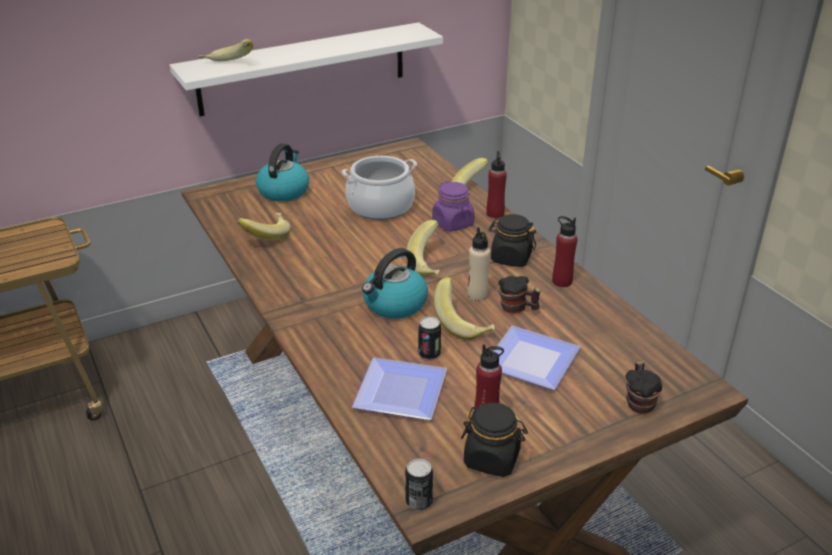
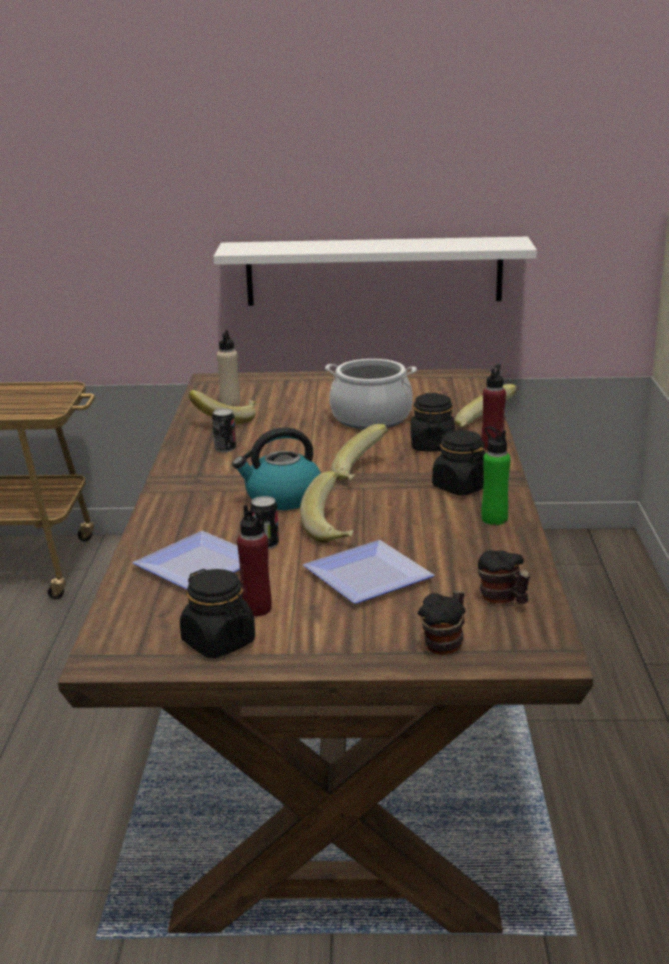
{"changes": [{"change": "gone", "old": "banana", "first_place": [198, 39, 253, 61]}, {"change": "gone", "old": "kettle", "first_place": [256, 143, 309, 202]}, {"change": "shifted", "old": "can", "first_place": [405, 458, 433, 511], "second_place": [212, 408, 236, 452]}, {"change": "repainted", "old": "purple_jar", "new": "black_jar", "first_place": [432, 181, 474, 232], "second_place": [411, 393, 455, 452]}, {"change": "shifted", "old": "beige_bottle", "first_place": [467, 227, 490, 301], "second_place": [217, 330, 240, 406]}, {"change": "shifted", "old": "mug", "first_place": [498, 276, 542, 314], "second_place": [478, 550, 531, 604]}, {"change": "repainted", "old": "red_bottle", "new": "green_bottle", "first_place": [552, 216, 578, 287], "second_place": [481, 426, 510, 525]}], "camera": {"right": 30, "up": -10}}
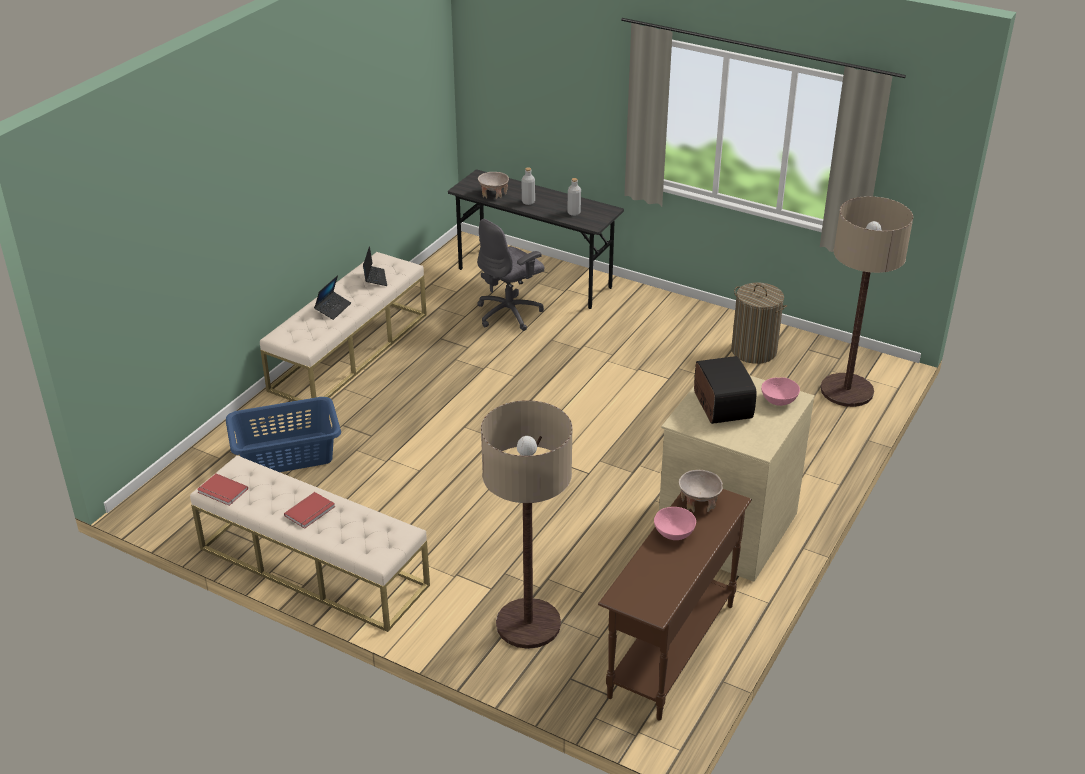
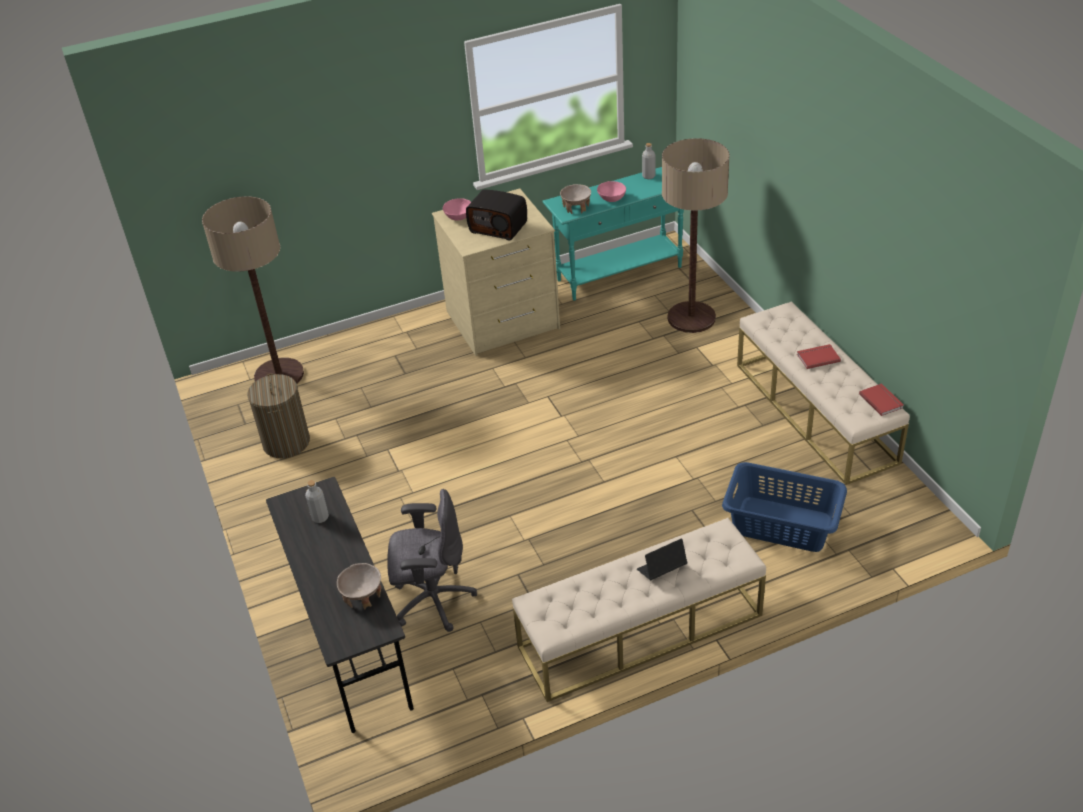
{"changes": [{"change": "gone", "old": "laptop", "first_place": [363, 246, 387, 286]}, {"change": "shifted", "old": "grey_bottle", "first_place": [522, 167, 535, 205], "second_place": [642, 143, 655, 179]}, {"change": "repainted", "old": "brown_console_table", "new": "turquoise_console_table", "first_place": [598, 489, 752, 720], "second_place": [542, 167, 684, 300]}, {"change": "rotated", "old": "radio", "first_place": [694, 356, 757, 424], "second_place": [466, 189, 527, 241], "degrees": -90}], "camera": {"right": -140, "up": 5}}
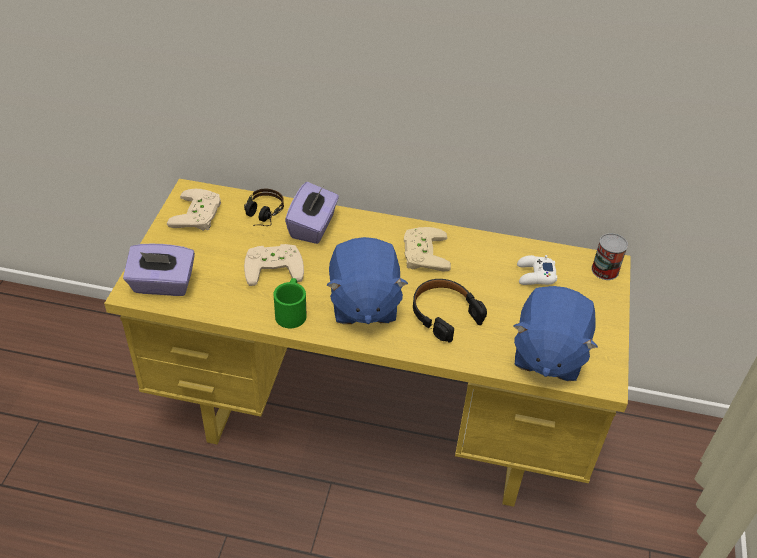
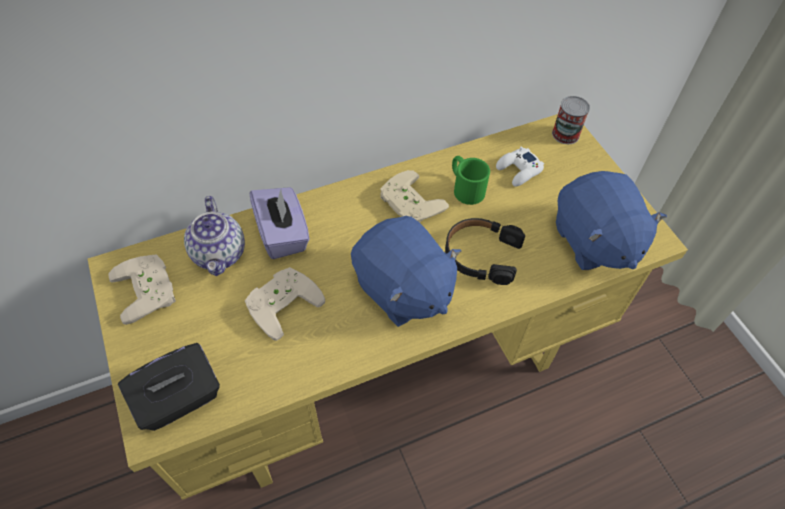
{"changes": [{"change": "repainted", "old": "purple_tissue_box", "new": "black_tissue_box", "first_place": [123, 244, 195, 296], "second_place": [118, 343, 220, 431]}, {"change": "swapped", "old": "headphones", "new": "teapot", "first_place": [244, 189, 284, 226], "second_place": [184, 196, 245, 276]}, {"change": "shifted", "old": "green_mug", "first_place": [273, 278, 307, 328], "second_place": [452, 156, 490, 205]}], "camera": {"right": -35, "up": 10}}
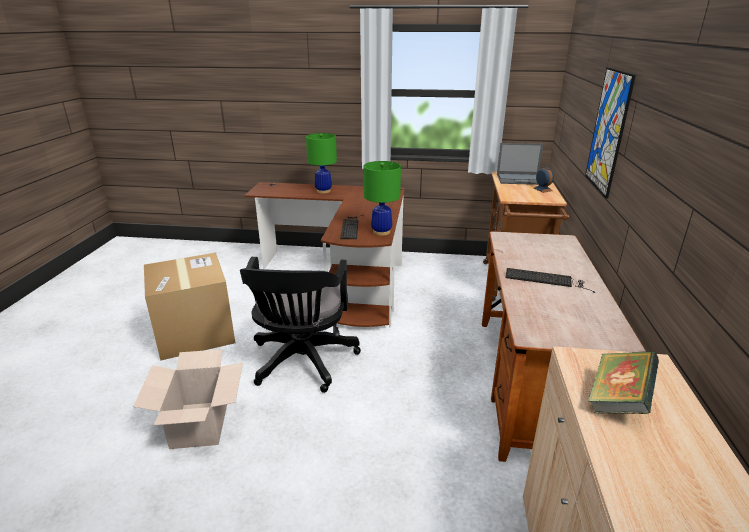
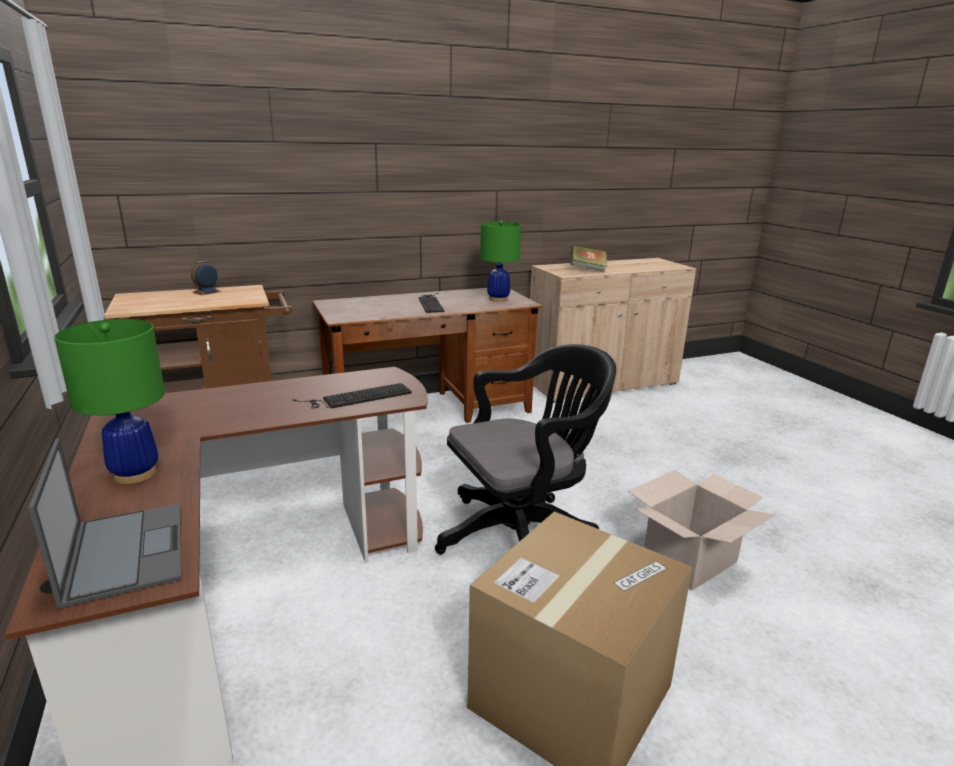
{"changes": [{"change": "shifted", "old": "green_table_lamp", "first_place": [363, 161, 401, 236], "second_place": [480, 221, 521, 302]}, {"change": "shifted", "old": "laptop", "first_place": [497, 143, 543, 185], "second_place": [28, 438, 182, 609]}, {"change": "gone", "old": "picture", "first_place": [585, 67, 636, 199]}], "camera": {"right": -120, "up": -5}}
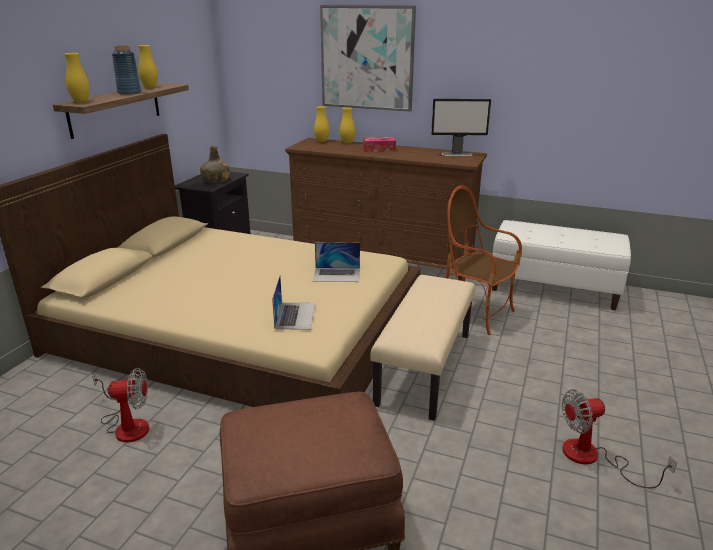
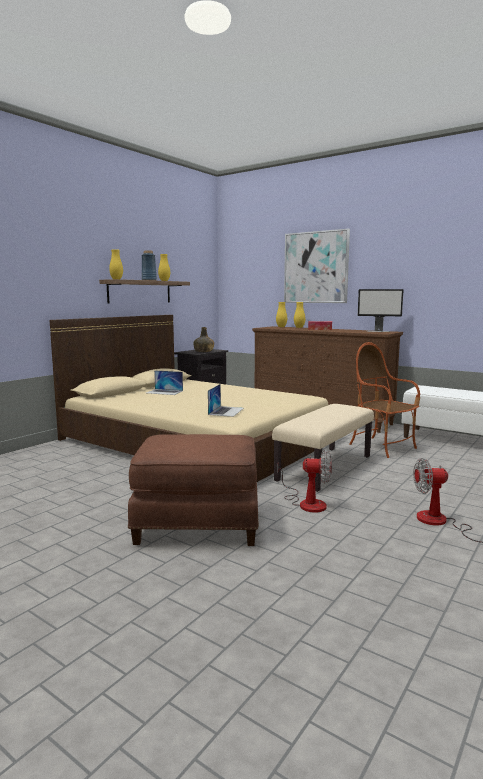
{"changes": [{"change": "shifted", "old": "fan", "first_place": [92, 368, 149, 443], "second_place": [277, 450, 332, 512]}, {"change": "shifted", "old": "laptop", "first_place": [313, 242, 360, 282], "second_place": [147, 370, 183, 395]}], "camera": {"right": 15, "up": -15}}
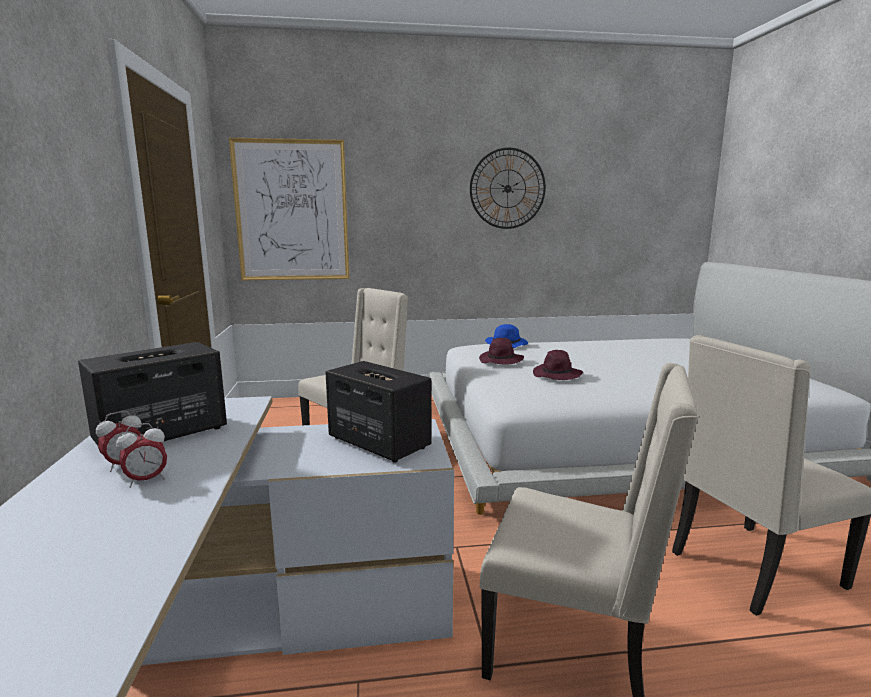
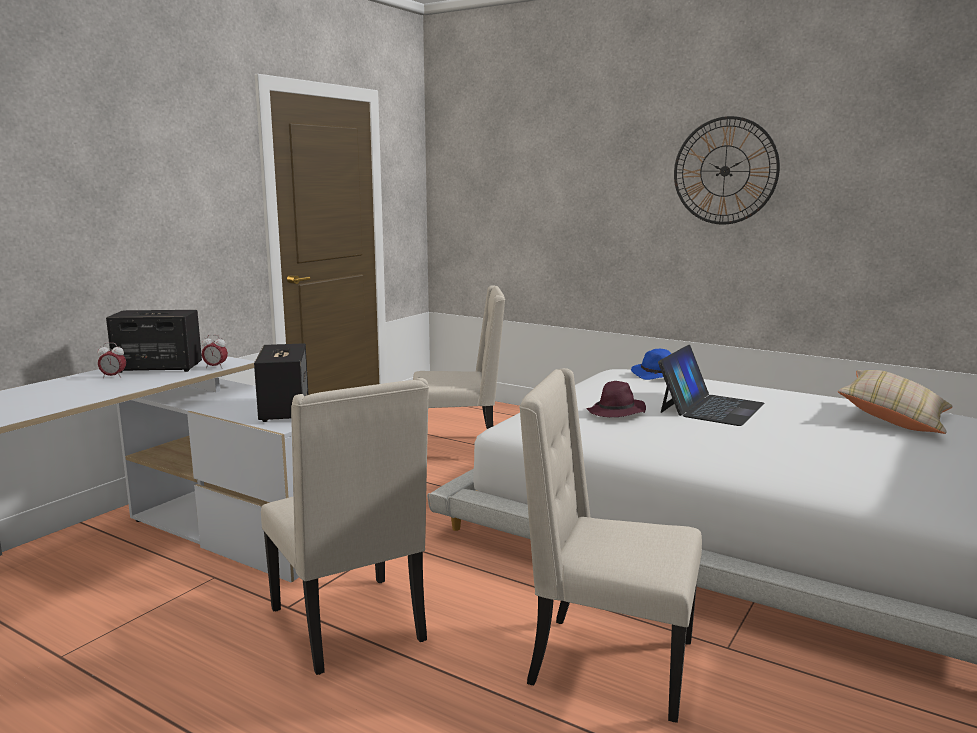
{"changes": [{"change": "shifted", "old": "alarm_clock", "first_place": [116, 423, 167, 488], "second_place": [202, 335, 228, 368]}, {"change": "gone", "old": "picture", "first_place": [229, 138, 350, 280]}, {"change": "gone", "old": "purple_hat", "first_place": [479, 338, 524, 364]}, {"change": "new", "new": "laptop", "second_place": [658, 345, 765, 426]}, {"change": "new", "new": "beige_pillow", "second_place": [838, 370, 953, 434]}], "camera": {"right": 40, "up": 0}}
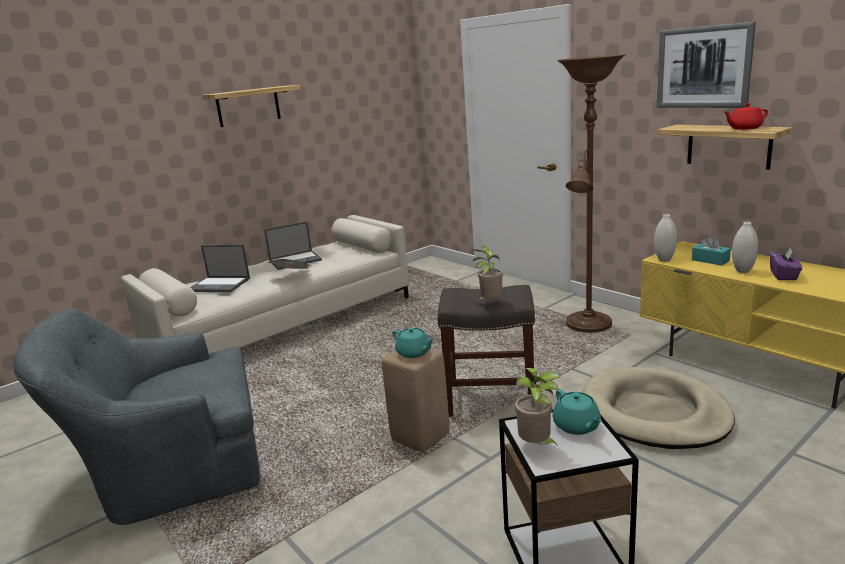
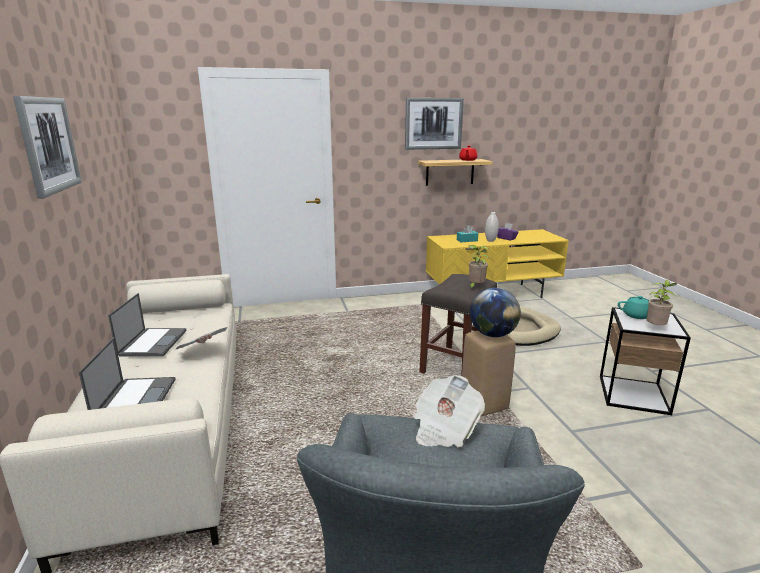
{"changes": [{"change": "rotated", "old": "laptop", "first_place": [190, 245, 250, 292], "second_place": [79, 337, 176, 410], "degrees": -45}, {"change": "swapped", "old": "shelf", "new": "picture", "first_place": [202, 85, 300, 127], "second_place": [13, 96, 82, 199]}, {"change": "swapped", "old": "turquoise_teapot", "new": "globe", "first_place": [392, 327, 434, 358], "second_place": [470, 288, 521, 337]}, {"change": "gone", "old": "brown_floor_lamp", "first_place": [557, 54, 626, 333]}, {"change": "gone", "old": "white_vase", "first_place": [654, 214, 677, 262]}, {"change": "new", "new": "newspaper", "second_place": [414, 375, 485, 447]}], "camera": {"right": -65, "up": 0}}
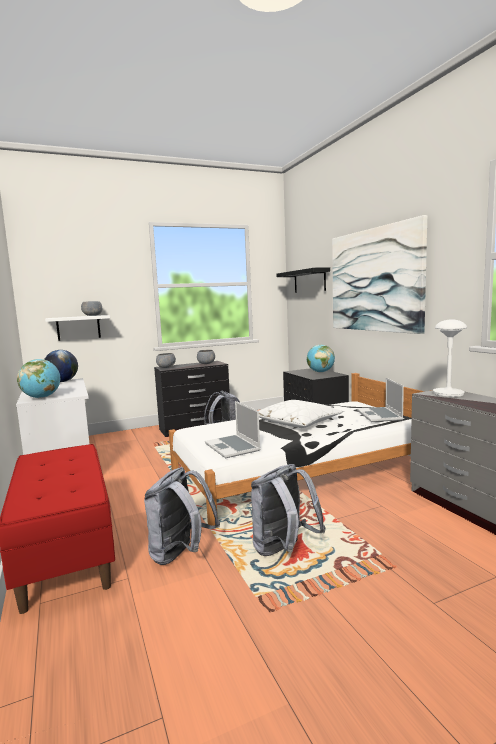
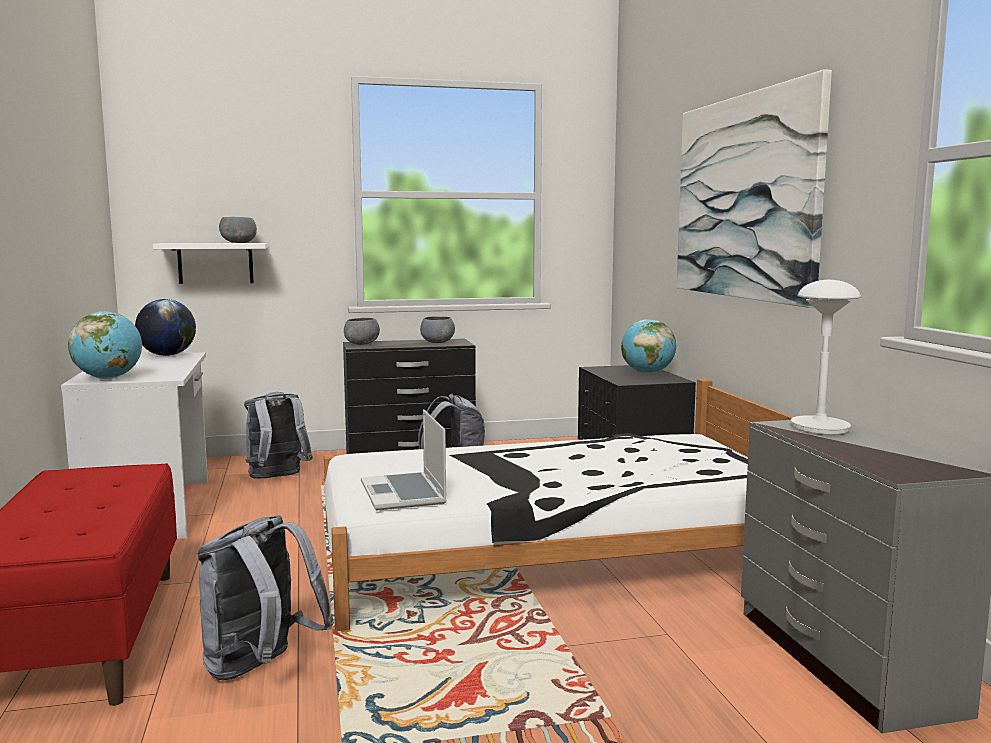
{"changes": [{"change": "shifted", "old": "grey_backpack", "first_place": [251, 464, 326, 556], "second_place": [244, 392, 313, 479]}, {"change": "gone", "old": "white_pillow", "first_place": [259, 400, 343, 428]}, {"change": "gone", "old": "black_shelf", "first_place": [276, 267, 330, 293]}, {"change": "gone", "old": "laptop", "first_place": [357, 378, 404, 422]}], "camera": {"right": 10, "up": 0}}
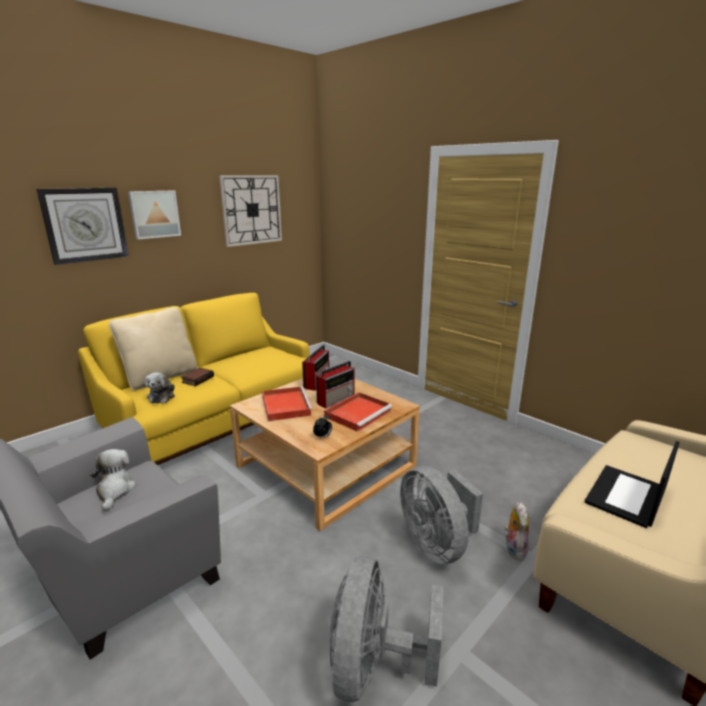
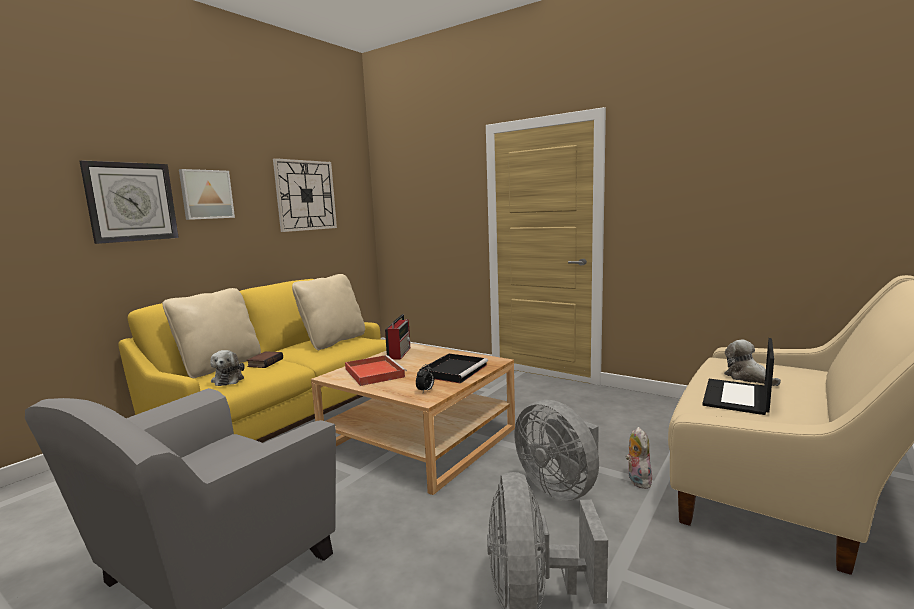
{"changes": [{"change": "shifted", "old": "plush_toy", "first_place": [90, 449, 136, 512], "second_place": [724, 339, 781, 386]}, {"change": "gone", "old": "radio", "first_place": [316, 361, 355, 409]}, {"change": "repainted", "old": "red_tray", "new": "black_tray", "first_place": [324, 392, 393, 432], "second_place": [419, 354, 488, 384]}, {"change": "new", "new": "beige_pillow", "second_place": [292, 274, 365, 350]}], "camera": {"right": -10, "up": -10}}
